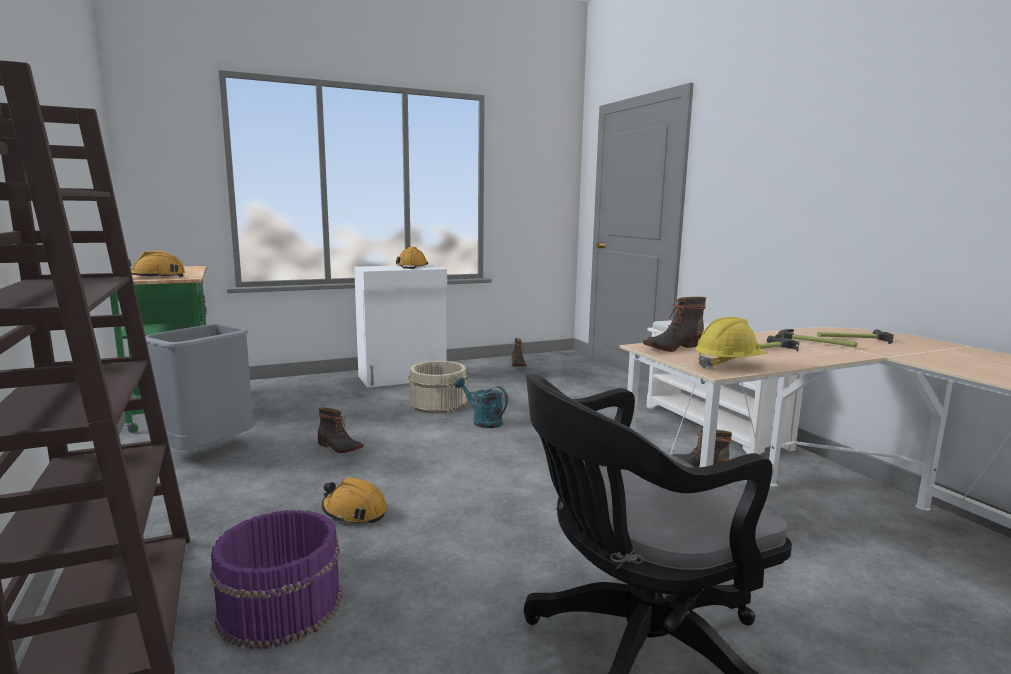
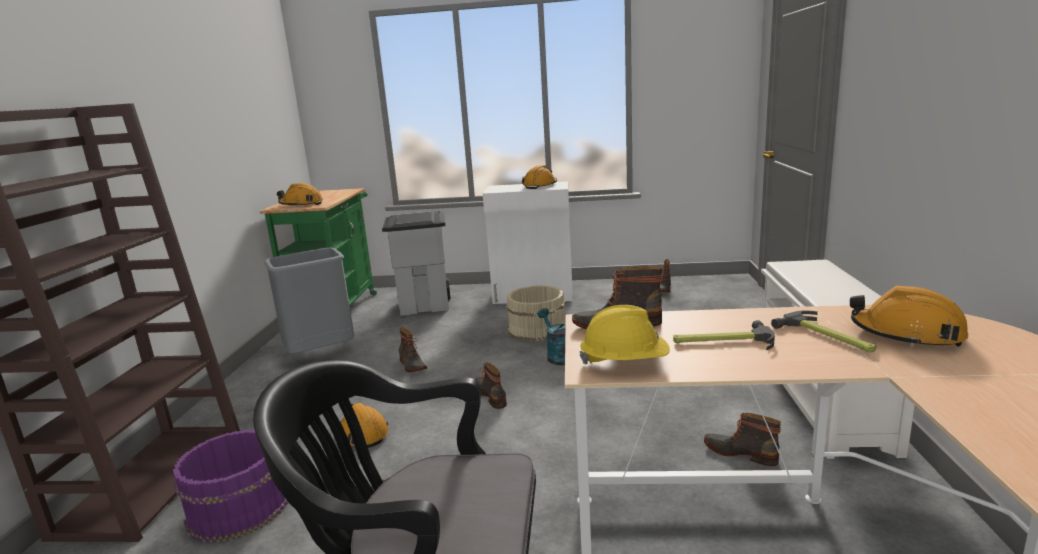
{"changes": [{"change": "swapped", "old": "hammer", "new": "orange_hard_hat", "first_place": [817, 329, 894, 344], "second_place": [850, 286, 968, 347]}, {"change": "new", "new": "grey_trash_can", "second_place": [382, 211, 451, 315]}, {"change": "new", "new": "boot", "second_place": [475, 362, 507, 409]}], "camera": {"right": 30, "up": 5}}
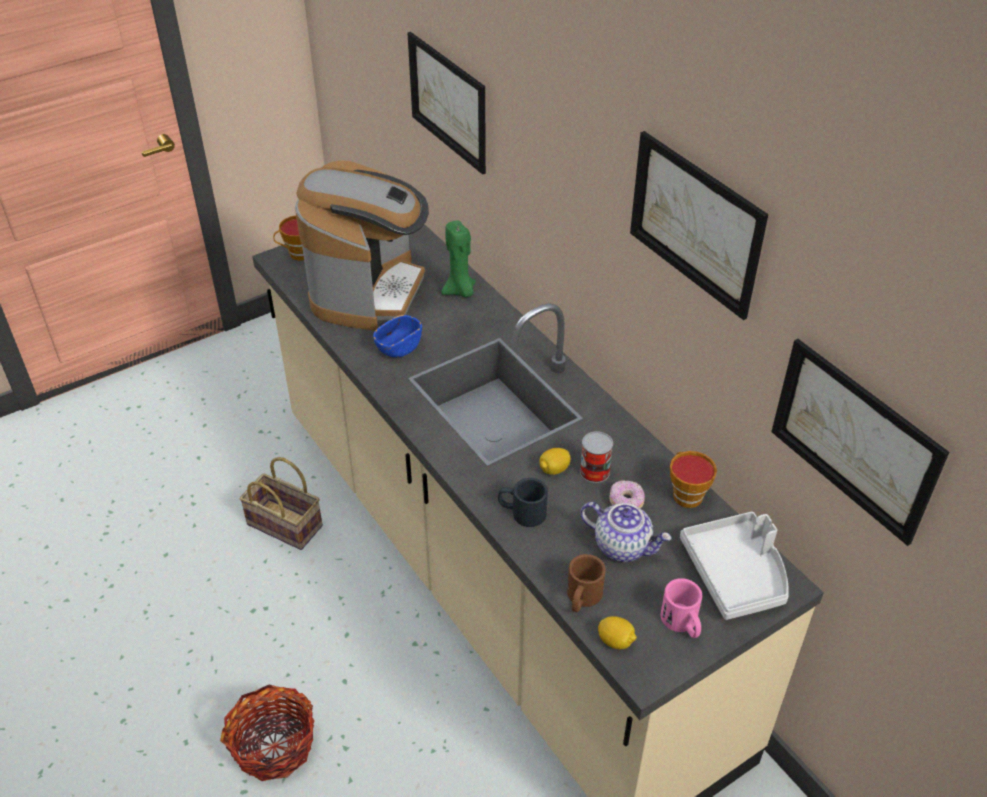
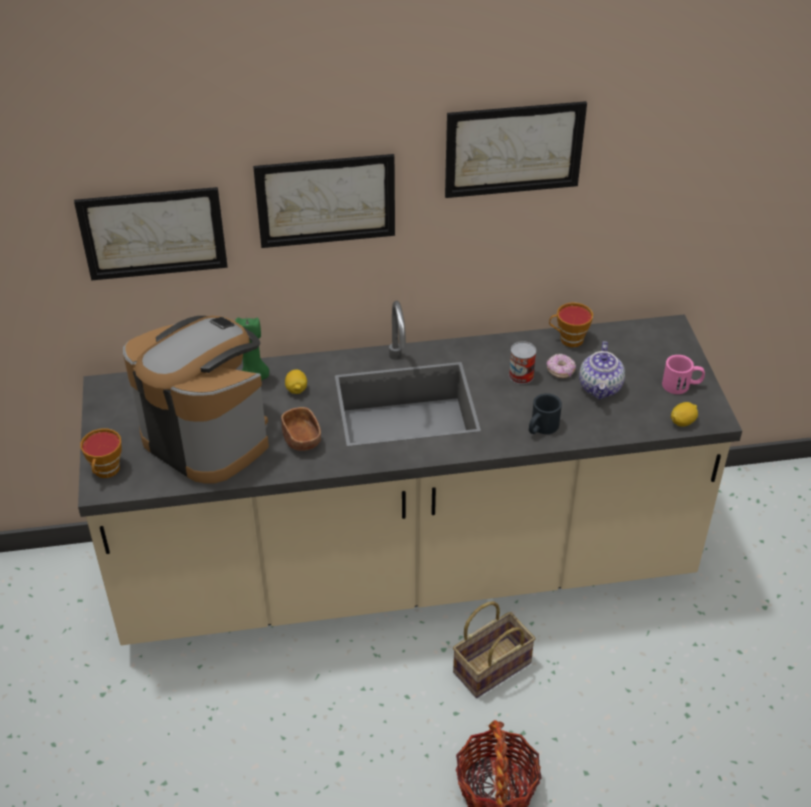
{"changes": [{"change": "shifted", "old": "basket", "first_place": [239, 457, 323, 550], "second_place": [453, 601, 536, 698]}, {"change": "repainted", "old": "blue_bowl", "new": "brown_bowl", "first_place": [373, 315, 422, 357], "second_place": [281, 407, 321, 451]}, {"change": "shifted", "old": "lemon", "first_place": [539, 448, 571, 475], "second_place": [285, 369, 307, 394]}, {"change": "gone", "old": "brown_mug", "first_place": [567, 554, 606, 612]}, {"change": "rotated", "old": "teapot", "first_place": [580, 502, 671, 562], "second_place": [579, 341, 625, 400], "degrees": 135}, {"change": "gone", "old": "grey_tray", "first_place": [680, 512, 789, 620]}, {"change": "shifted", "old": "picture", "first_place": [771, 339, 949, 546], "second_place": [253, 154, 395, 248]}], "camera": {"right": -65, "up": 0}}
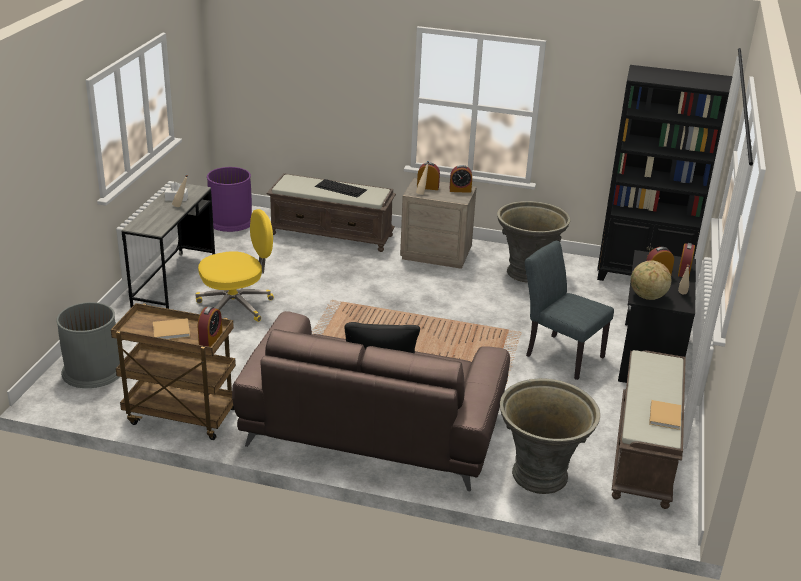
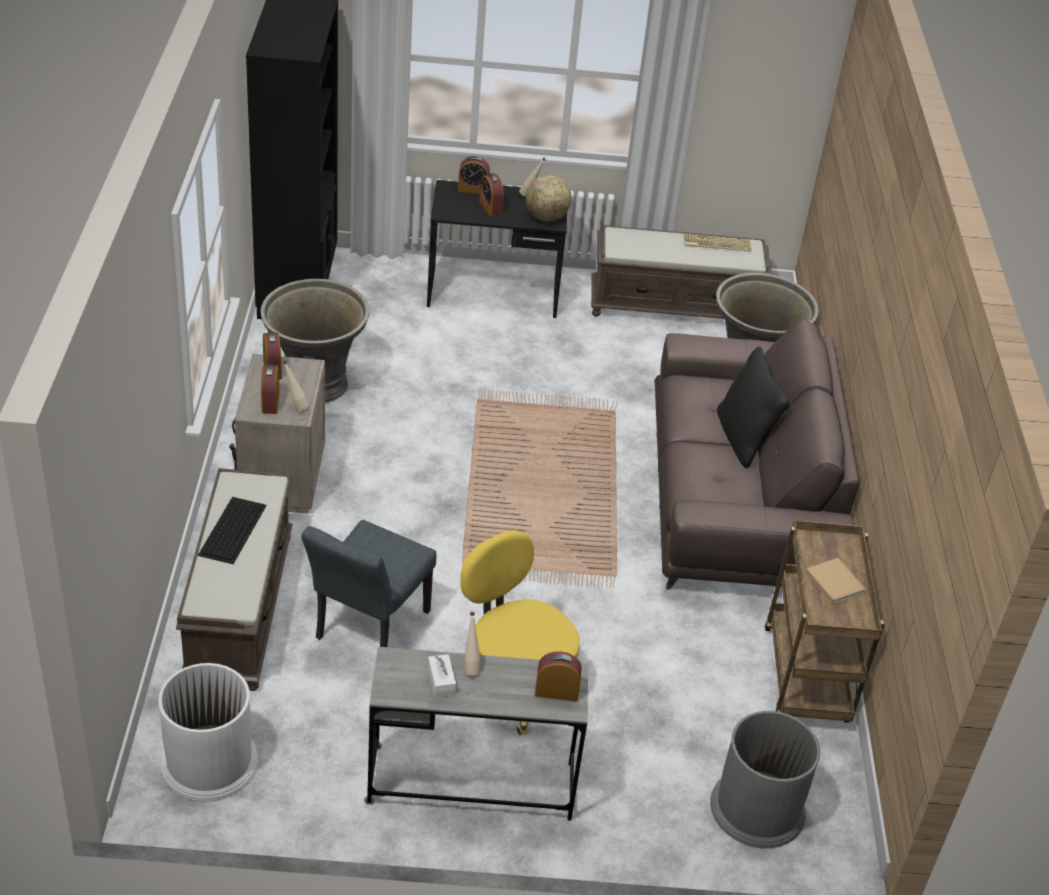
{"changes": [{"change": "shifted", "old": "alarm_clock", "first_place": [198, 306, 222, 347], "second_place": [535, 651, 581, 702]}, {"change": "repainted", "old": "purple_trash_can", "new": "white_trash_can", "first_place": [207, 167, 252, 232], "second_place": [158, 663, 258, 802]}, {"change": "shifted", "old": "grey_chair", "first_place": [525, 241, 614, 380], "second_place": [301, 520, 436, 647]}, {"change": "swapped", "old": "beige_book", "new": "keyboard", "first_place": [649, 400, 681, 430], "second_place": [683, 234, 751, 252]}], "camera": {"right": -105, "up": 10}}
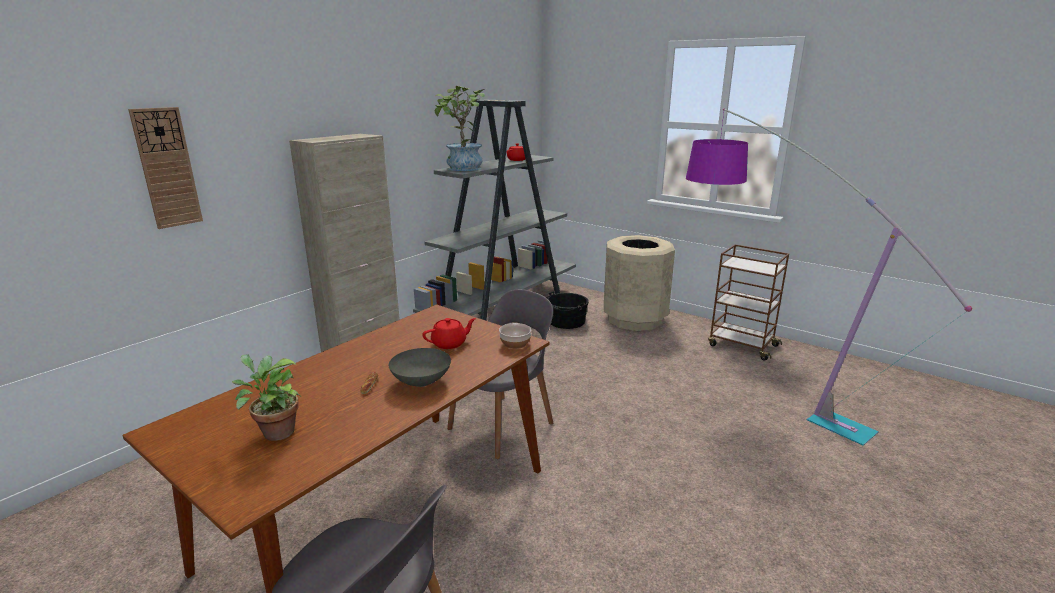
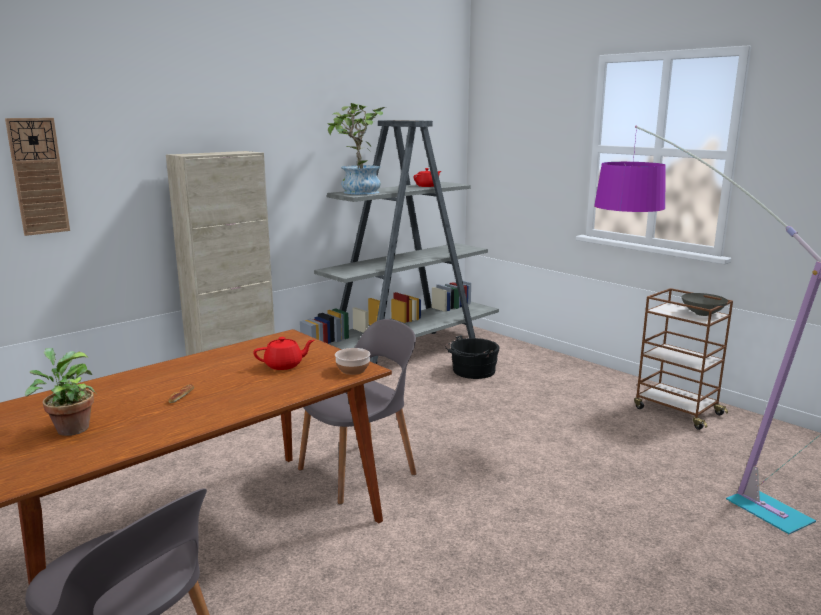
{"changes": [{"change": "shifted", "old": "grey_bowl", "first_place": [389, 348, 451, 387], "second_place": [682, 293, 728, 316]}, {"change": "gone", "old": "beige_trash_can", "first_place": [604, 235, 675, 331]}], "camera": {"right": 10, "up": -5}}
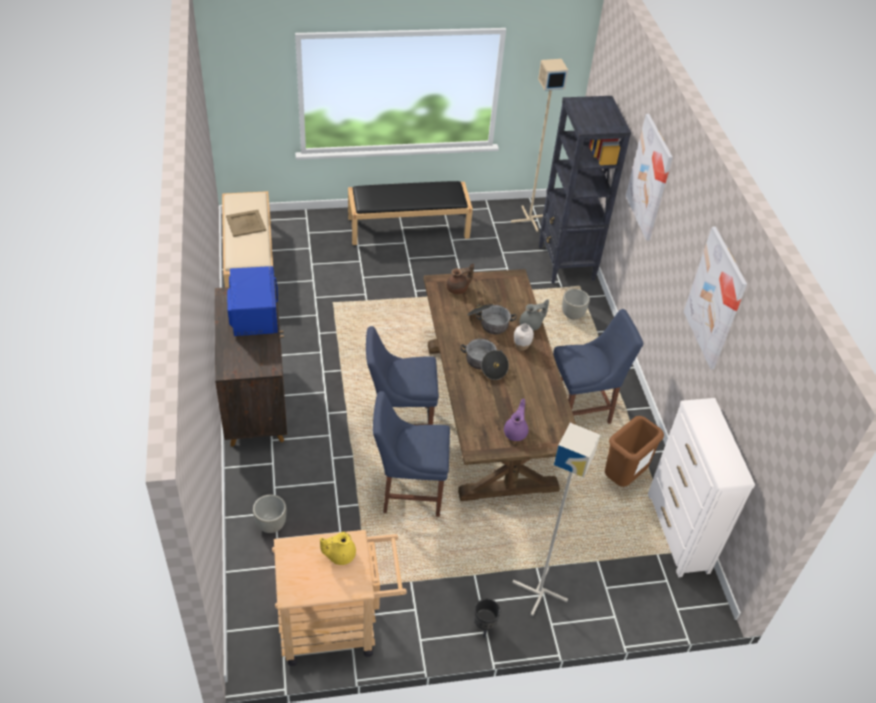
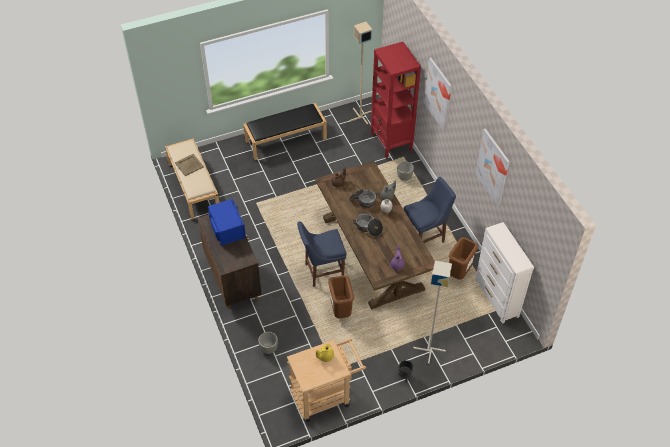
{"changes": [{"change": "swapped", "old": "blue_chair", "new": "brown_trash_can", "first_place": [373, 391, 450, 517], "second_place": [328, 275, 354, 318]}, {"change": "repainted", "old": "black_bookcase", "new": "red_bookcase", "first_place": [539, 96, 631, 283], "second_place": [371, 42, 421, 159]}], "camera": {"right": -10, "up": 5}}
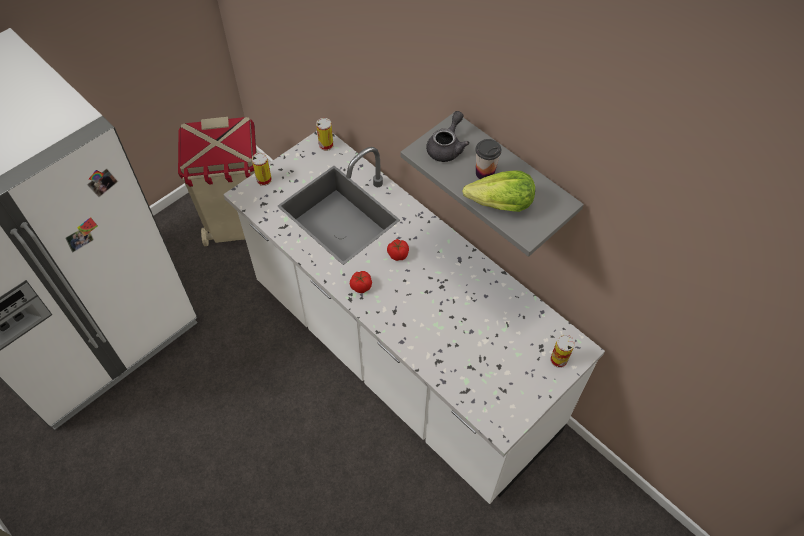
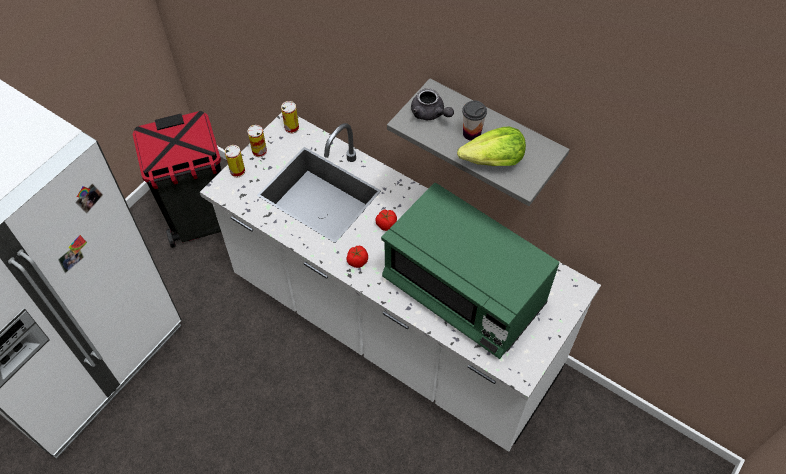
{"changes": [{"change": "repainted", "old": "beige_trash_can", "new": "black_trash_can", "first_place": [178, 117, 257, 246], "second_place": [133, 111, 222, 248]}, {"change": "rotated", "old": "grey_teapot", "first_place": [426, 111, 470, 162], "second_place": [411, 88, 454, 120], "degrees": 120}, {"change": "shifted", "old": "can", "first_place": [550, 335, 575, 368], "second_place": [248, 125, 267, 157]}, {"change": "new", "new": "green_microwave", "second_place": [381, 183, 559, 359]}], "camera": {"right": -10, "up": 0}}
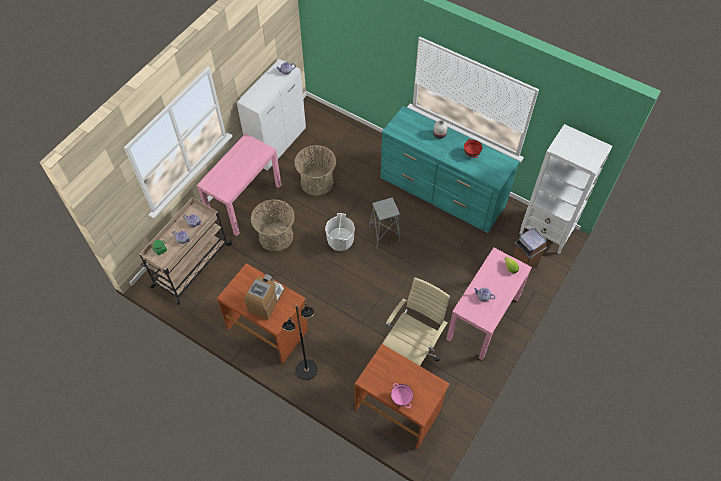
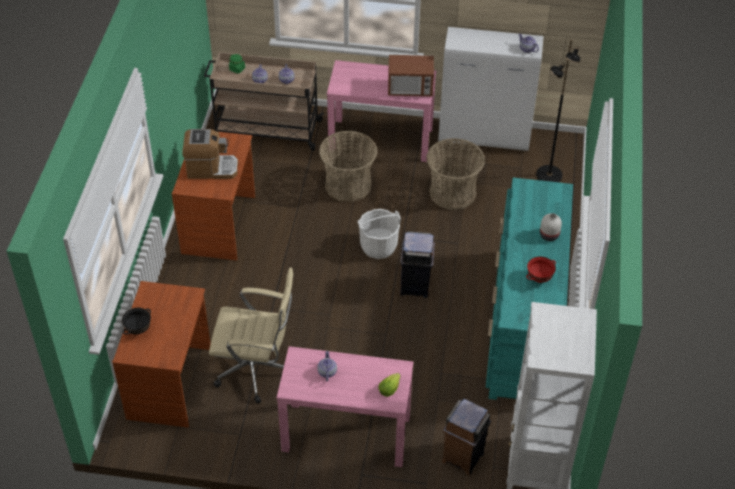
{"changes": [{"change": "shifted", "old": "black_floor_lamp", "first_place": [282, 304, 318, 380], "second_place": [536, 40, 580, 182]}, {"change": "swapped", "old": "grey_stool", "new": "brown_trash_can", "first_place": [369, 197, 401, 248], "second_place": [400, 231, 435, 298]}, {"change": "repainted", "old": "pink_bowl", "new": "black_bowl", "first_place": [391, 383, 413, 409], "second_place": [122, 308, 151, 334]}, {"change": "new", "new": "microwave", "second_place": [388, 55, 434, 96]}], "camera": {"right": 65, "up": -10}}
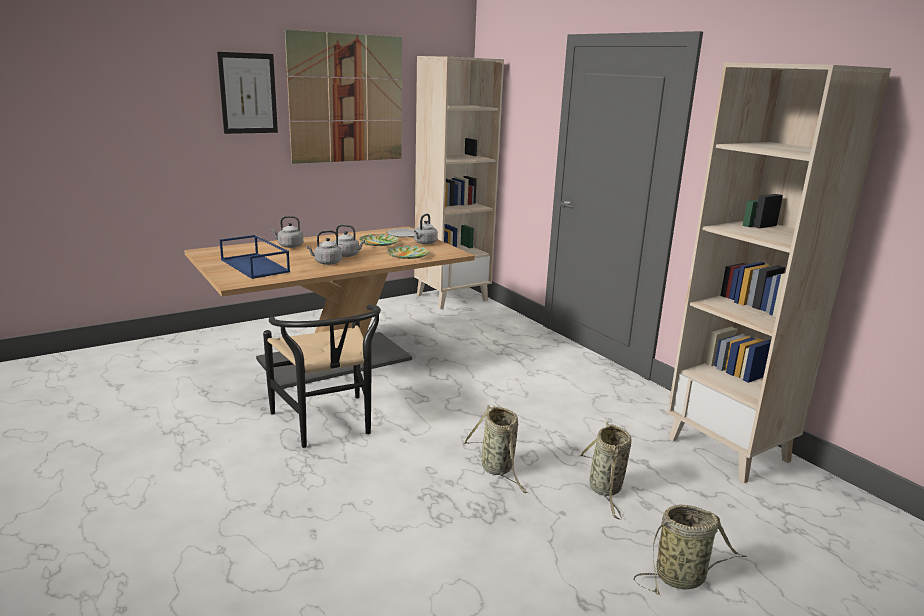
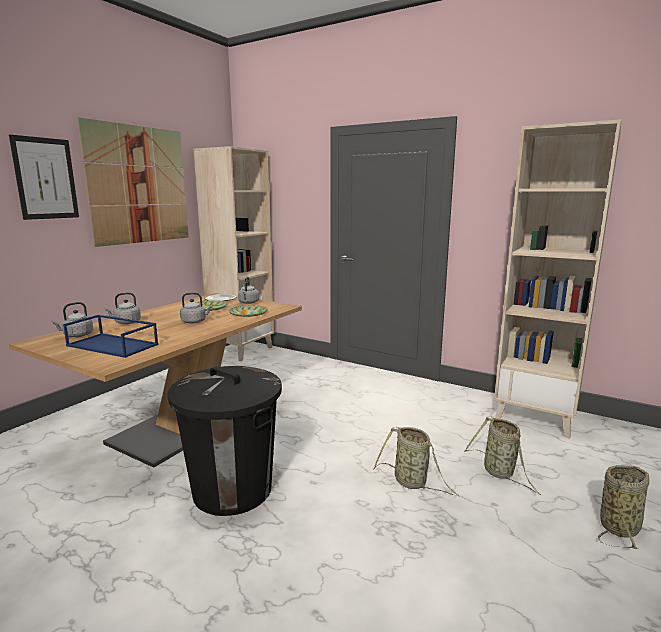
{"changes": [{"change": "swapped", "old": "black_chair", "new": "black_trash_can", "first_place": [263, 304, 381, 448], "second_place": [167, 366, 282, 516]}, {"change": "shifted", "old": "grey_kettle", "first_place": [306, 230, 342, 265], "second_place": [51, 302, 93, 337]}], "camera": {"right": -25, "up": -5}}
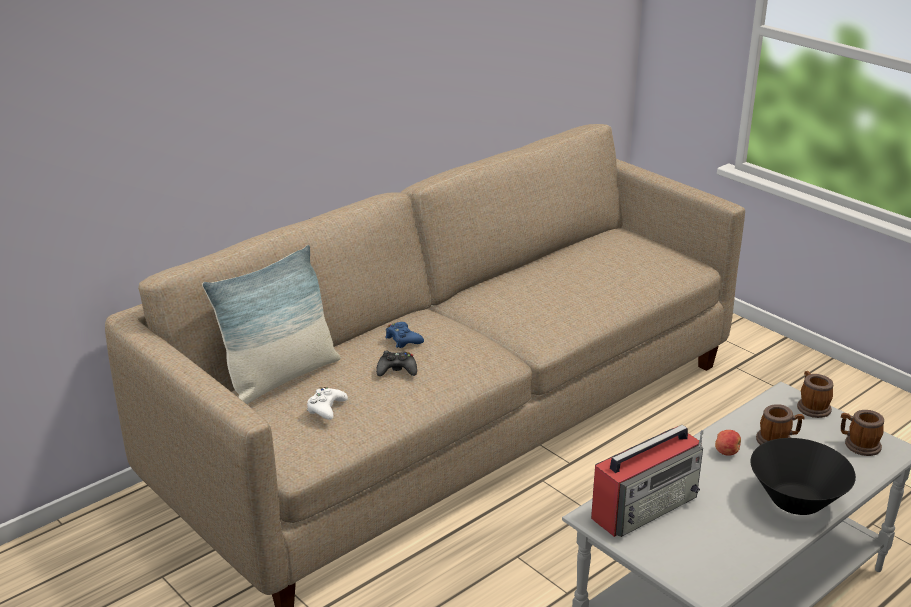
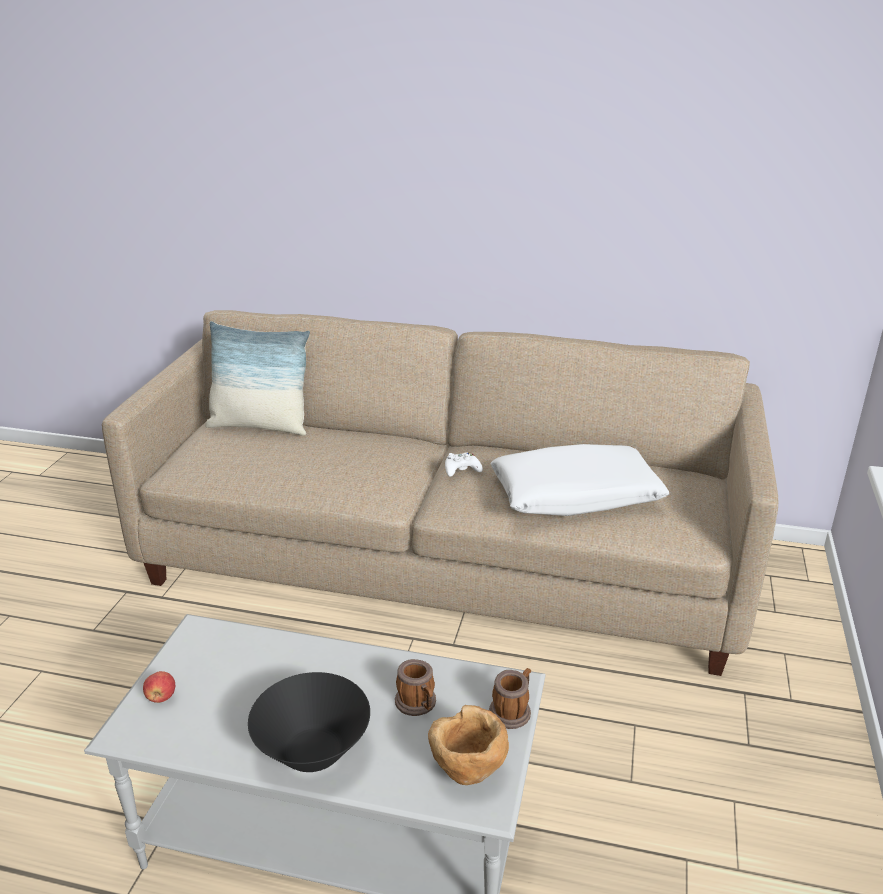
{"changes": [{"change": "shifted", "old": "white_game_controller", "first_place": [307, 387, 348, 420], "second_place": [445, 452, 483, 477]}, {"change": "gone", "old": "black_game_controller", "first_place": [376, 350, 417, 376]}, {"change": "gone", "old": "blue_game_controller", "first_place": [385, 322, 424, 348]}, {"change": "gone", "old": "radio", "first_place": [591, 425, 703, 537]}, {"change": "shifted", "old": "apple", "first_place": [715, 430, 741, 456], "second_place": [143, 671, 175, 703]}, {"change": "swapped", "old": "mug", "new": "brown_bowl", "first_place": [841, 410, 884, 456], "second_place": [428, 705, 509, 785]}, {"change": "new", "new": "white_pillow", "second_place": [490, 444, 669, 516]}], "camera": {"right": 55, "up": 0}}
